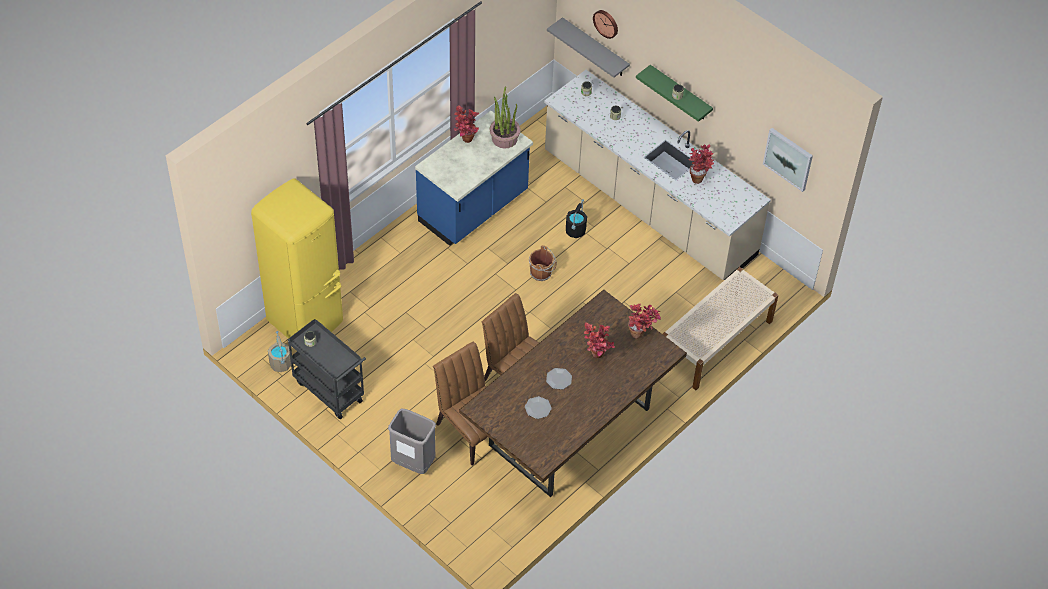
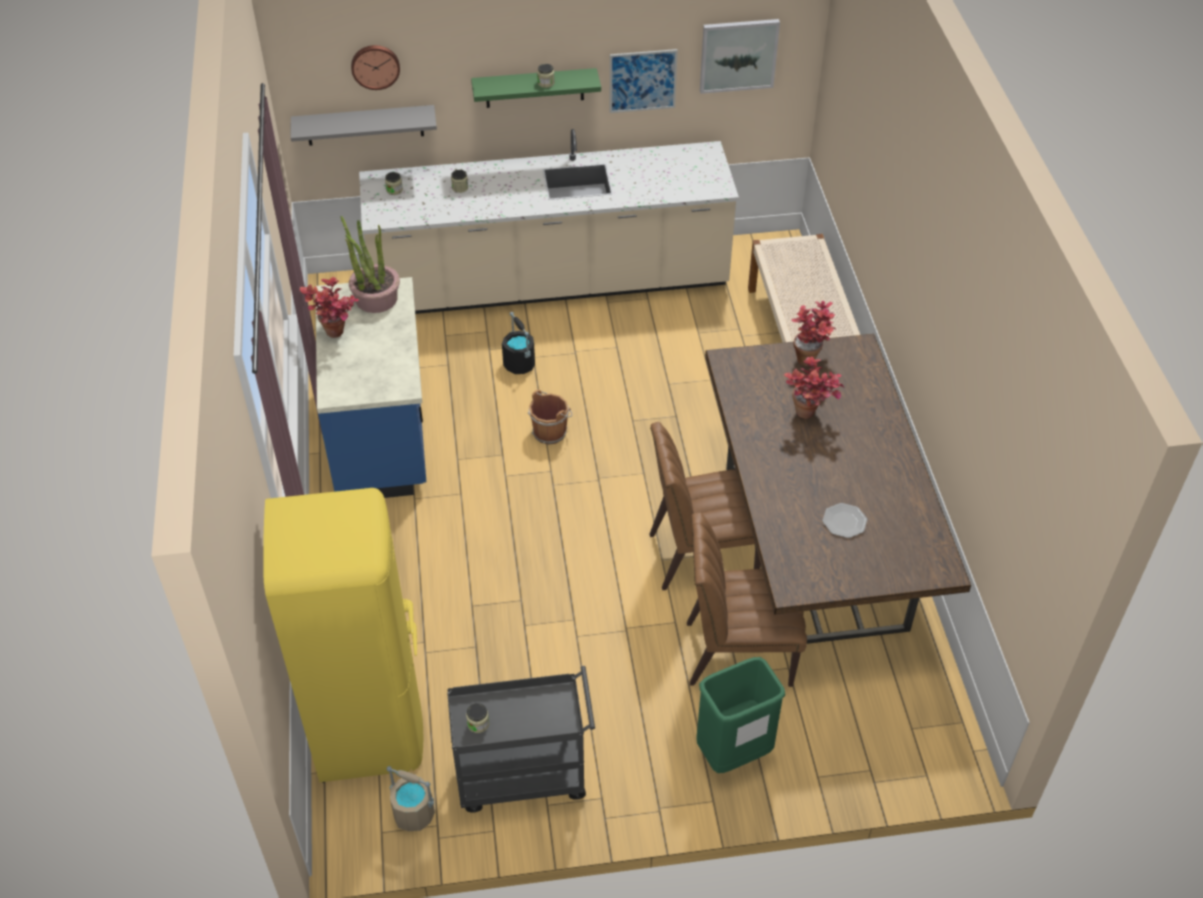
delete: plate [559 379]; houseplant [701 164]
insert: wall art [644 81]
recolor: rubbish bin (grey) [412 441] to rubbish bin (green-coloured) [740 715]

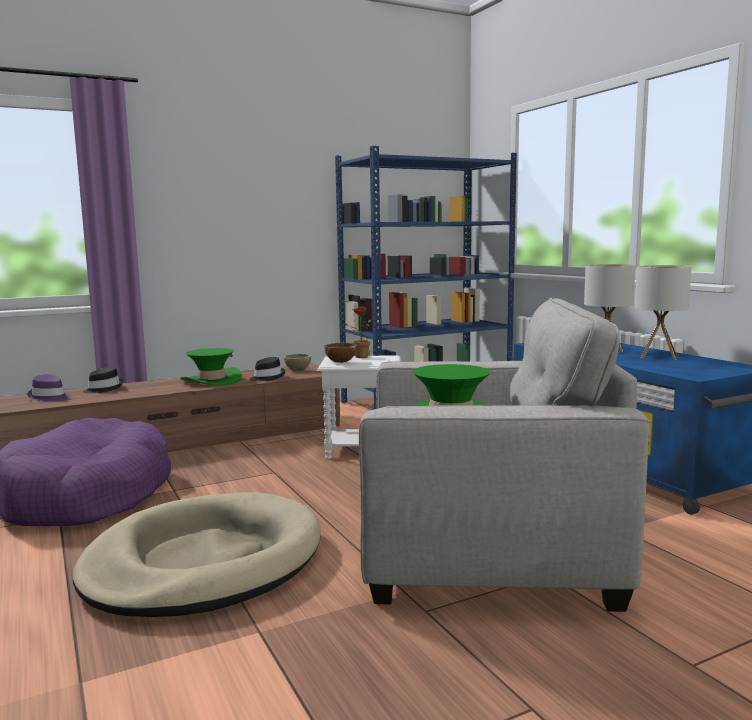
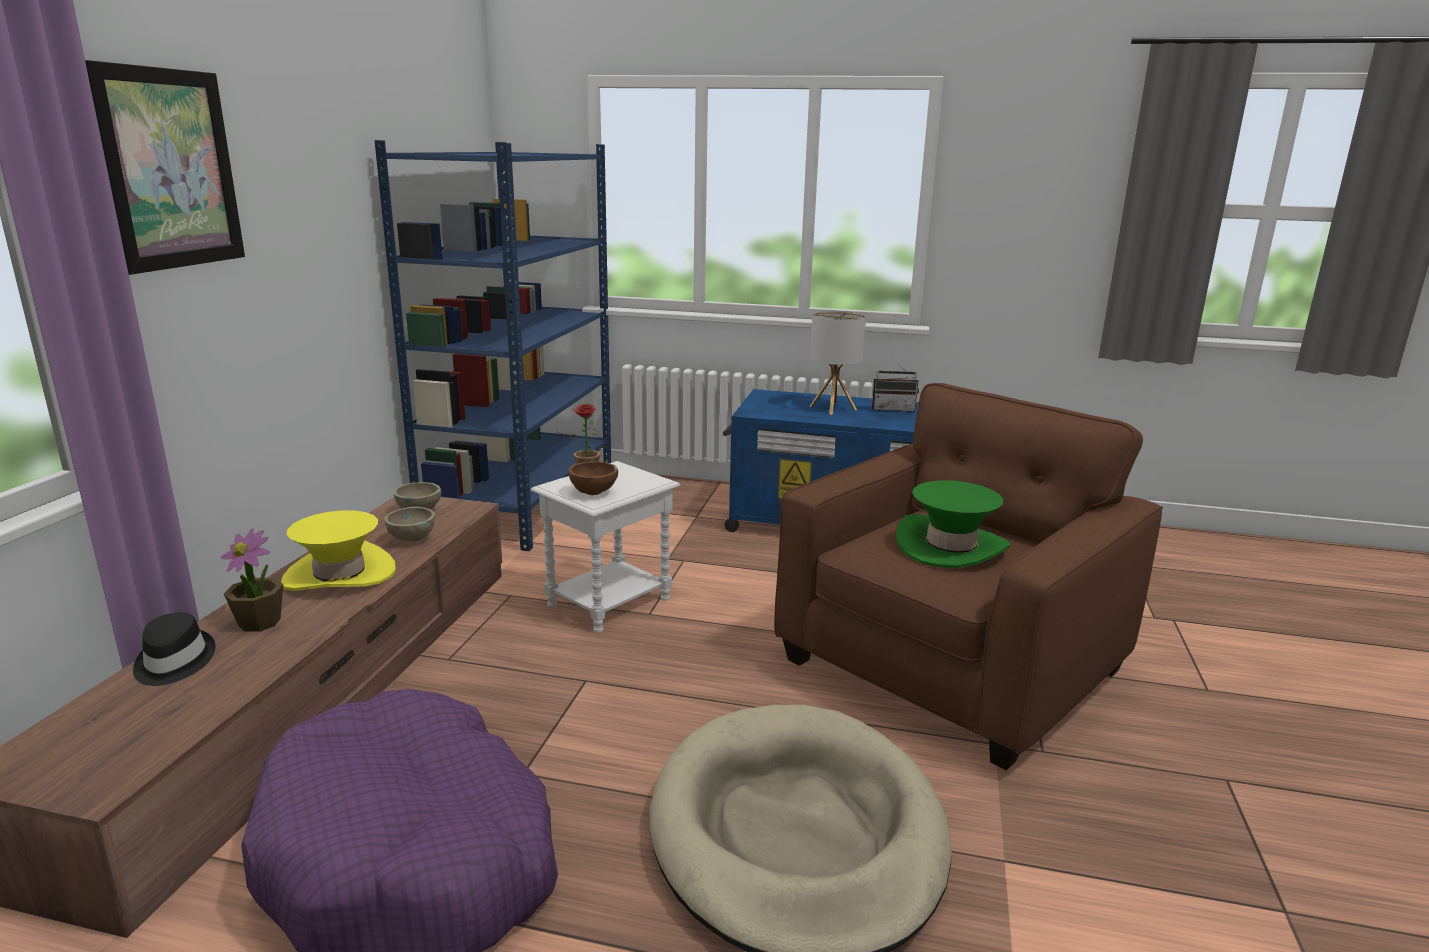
delete: hat (purplish) [48 387]
insert: wall art [165 167]; houseplant [252 580]
replace: hat (black-coloured) [267 369] to deep dish (beige-coloured) [410 524]; lamp for a table [663 312] to radio set [895 384]
recolor: hat (green-coloured) [211 367] to hat (yellow) [338 550]; armchair (grey) [504 455] to armchair (brown-coloured) [968 576]

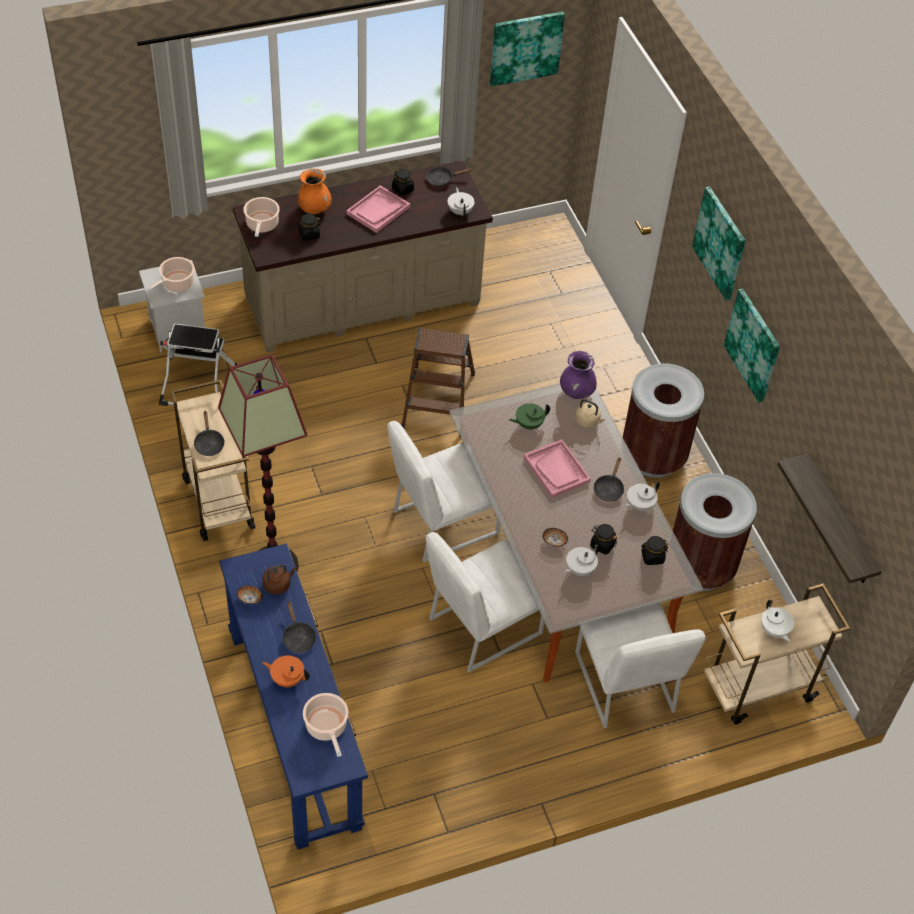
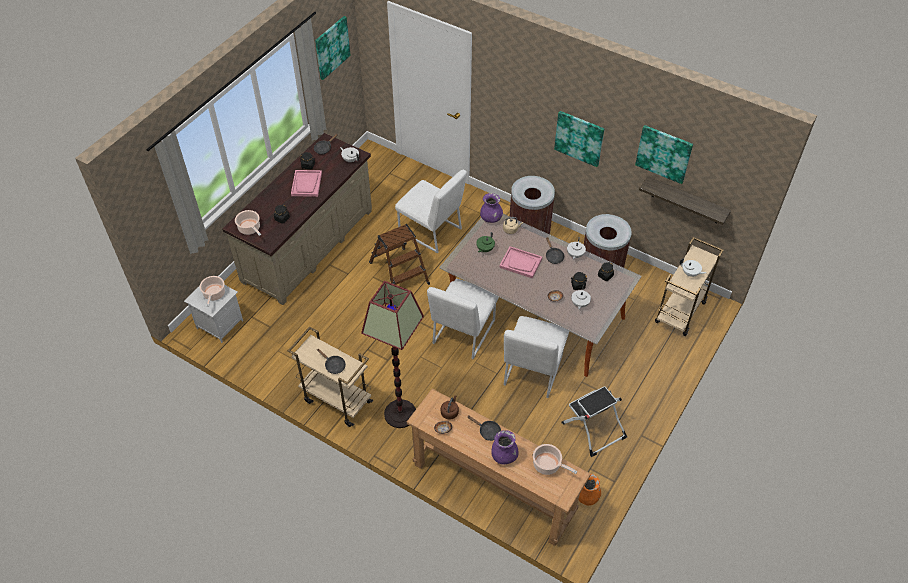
move: step ladder [198 365] to [594 421]; vase (orangey) [314 191] to [589 489]; upright chair (white) [640 665] to [431 211]; wall art [719 243] to [664 154]
replace: pot for tea (orangey) [286 671] to vase (purplish) [505 447]
recolor: console table (blue-coloured) [293 696] to console table (brown-coloured) [499 467]

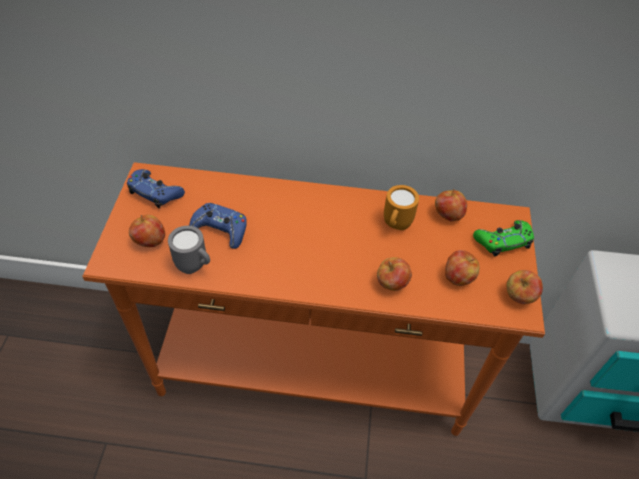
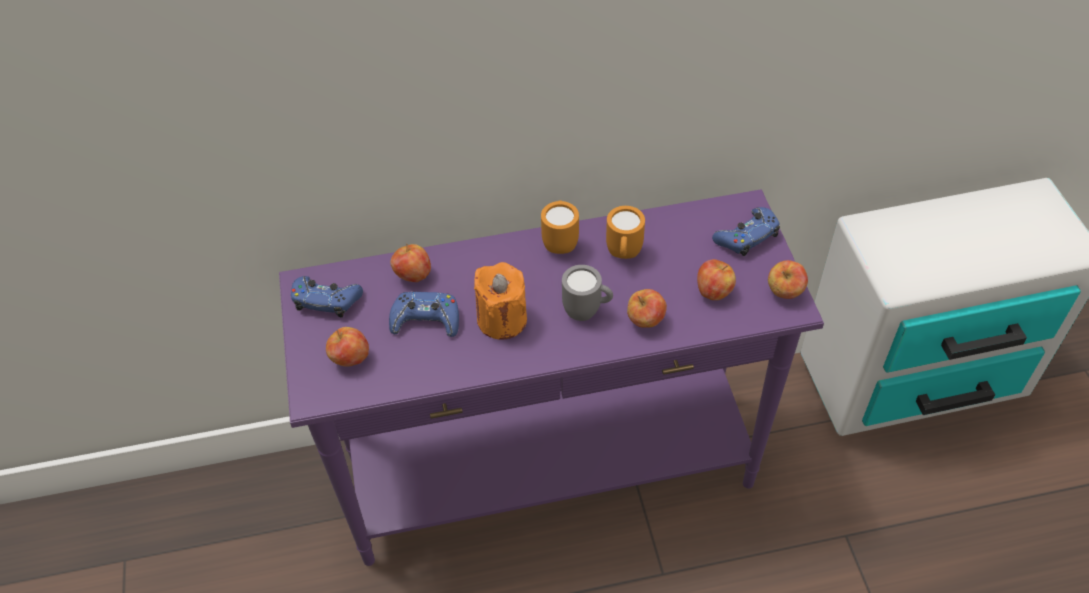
insert: wax candle (orangey) [500 301]; tea mug (orangey) [560 227]
move: tea mug (grey) [189 250] to [587 293]; whole apple [451 205] to [410 263]
recolor: console table (orangey) [313 299] to console table (purplish) [551 378]; gamepad (green-coloured) [503 238] to gamepad (blue-coloured) [746 231]

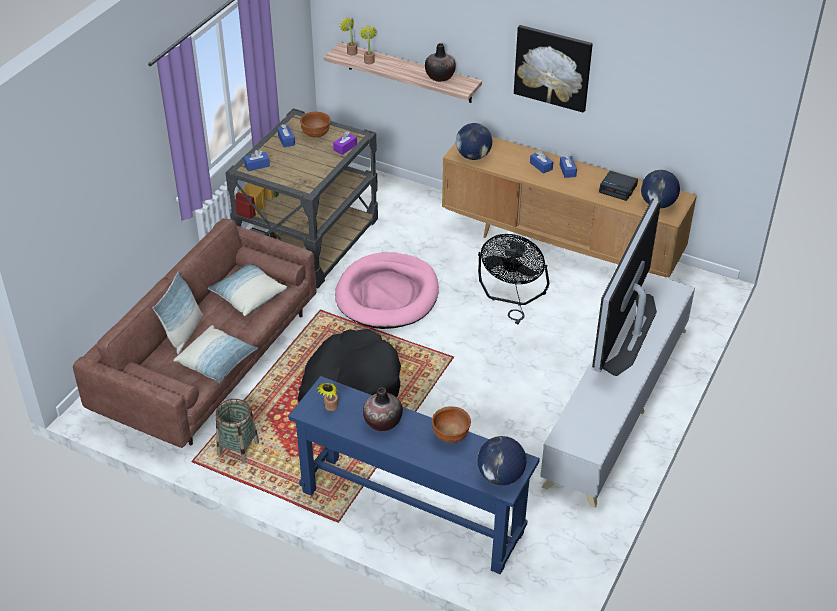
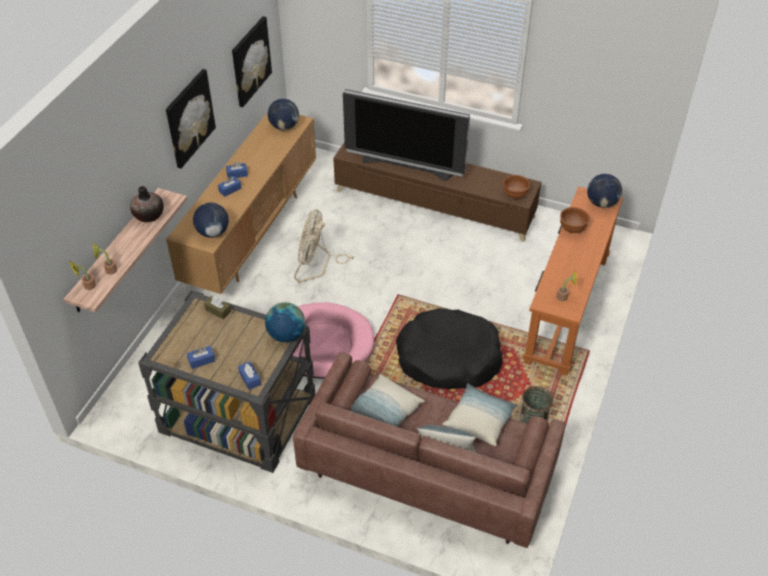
delete: vase [383 409]; bedside clock [618 186]
insert: wall art [252 61]; globe [285 322]
move: deep dish (brown-coloured) [315 124] to [516 187]
recolor: console table (blue-coloured) [414 475] to console table (orangey) [573 281]; box of tissues (purplish) [345 143] to box of tissues (brown-coloured) [217 307]; fan (black-coloured) [514 279] to fan (beige-coloured) [324 246]; tv unit (white) [617 390] to tv unit (brown-coloured) [437 192]

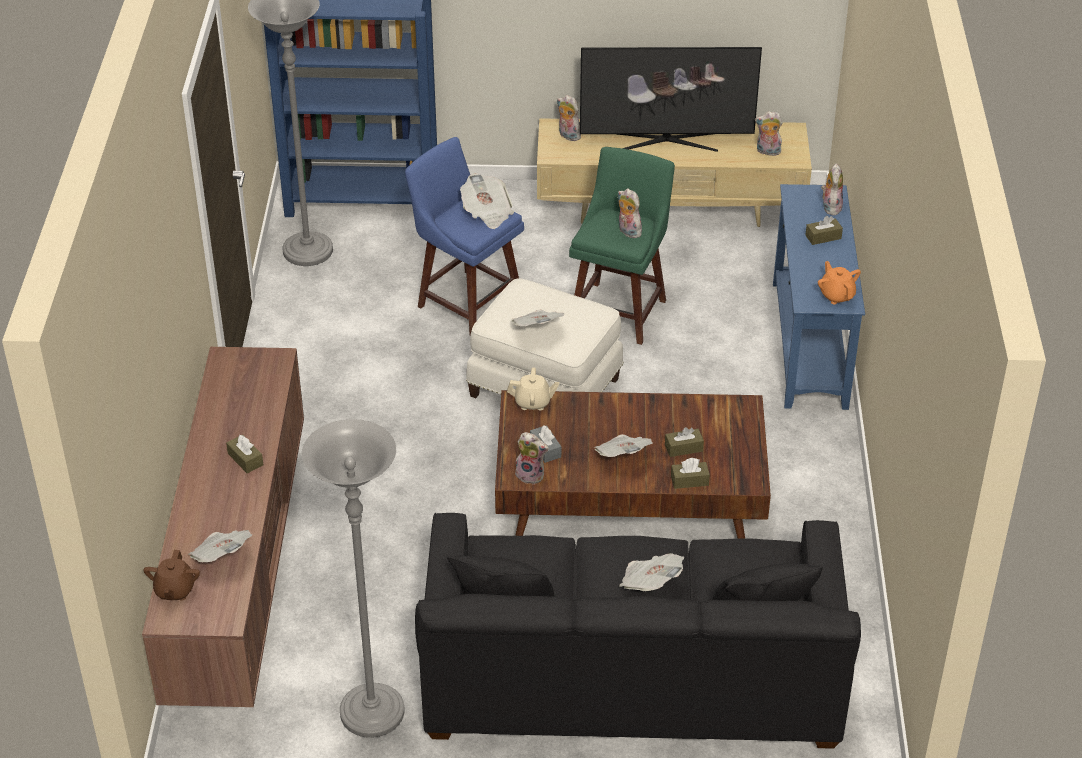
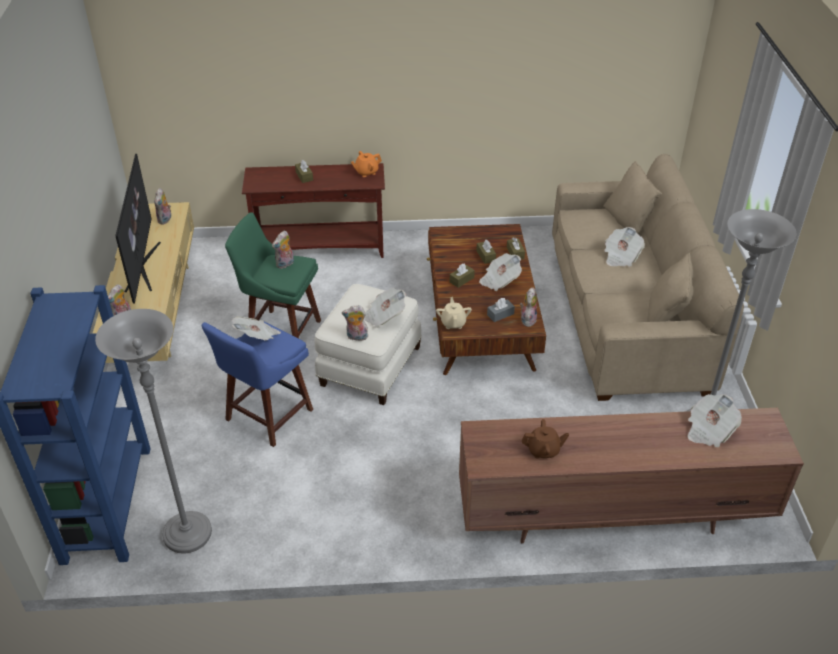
move: pot for tea (brown-coloured) [171 575] to [545 438]; box of tissues (brown-coloured) [244 454] to [462 276]; cuddly toy [832 189] to [355 323]
recolor: settee (black-coloured) [638 631] to settee (beige-coloured) [648 277]; console table (blue-coloured) [819 297] to console table (brown-coloured) [313 210]

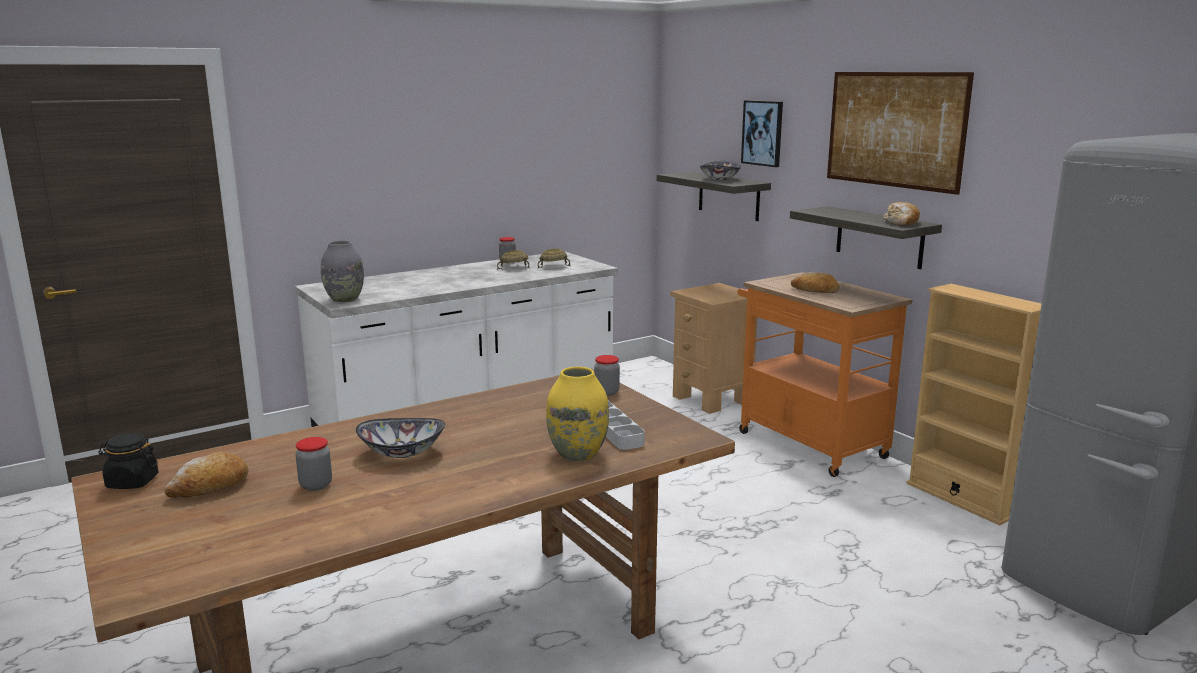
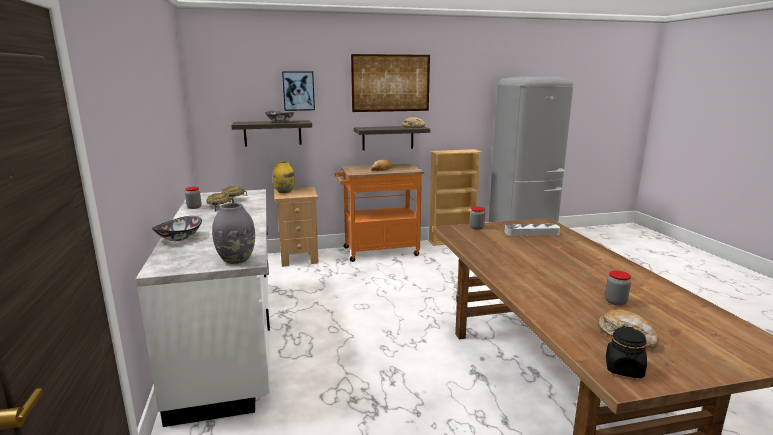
move: deep dish [400 438] to [177 228]; vase (yellow) [577 414] to [284 177]

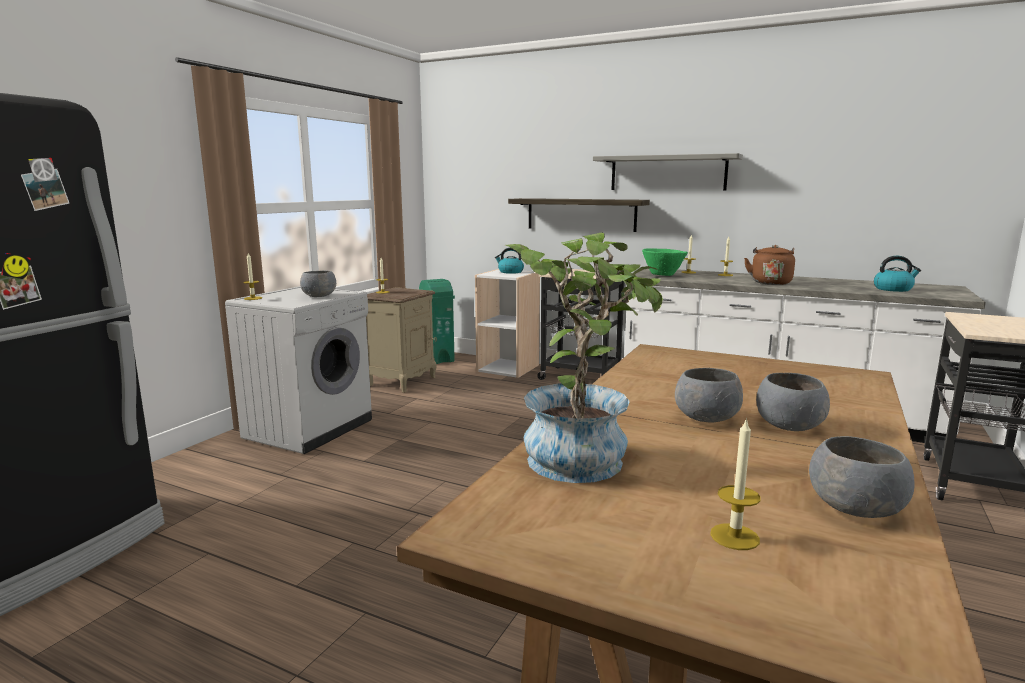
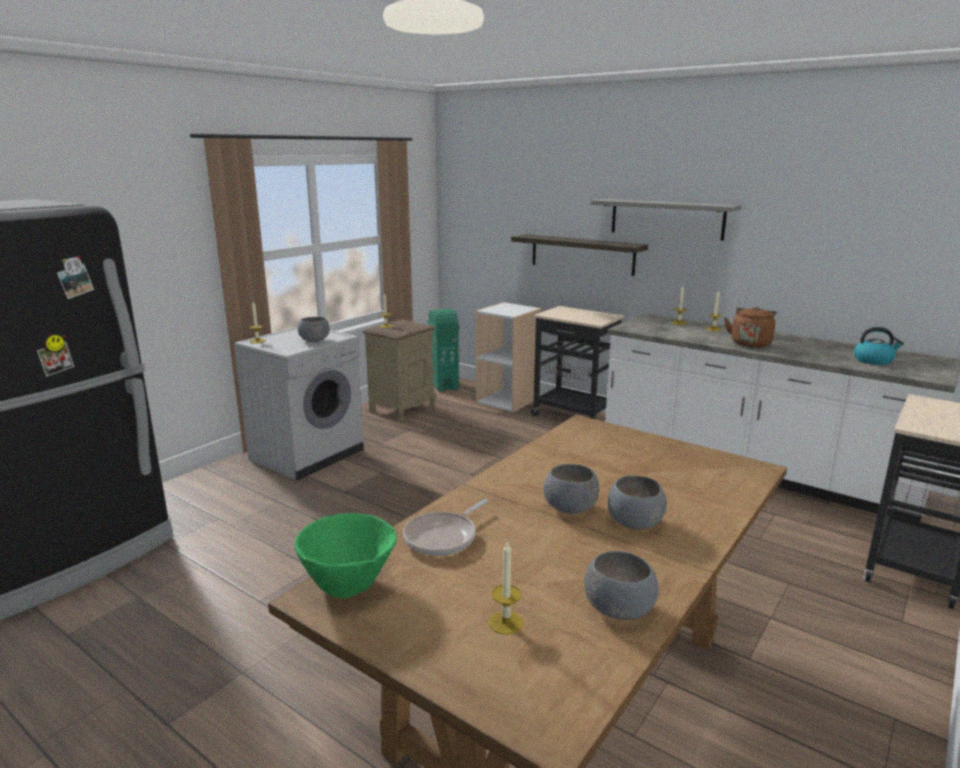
delete: tea kettle [509 260]
move: deep dish (green-coloured) [665 262] to [345 555]
replace: houseplant [584 357] to frying pan [445 527]

